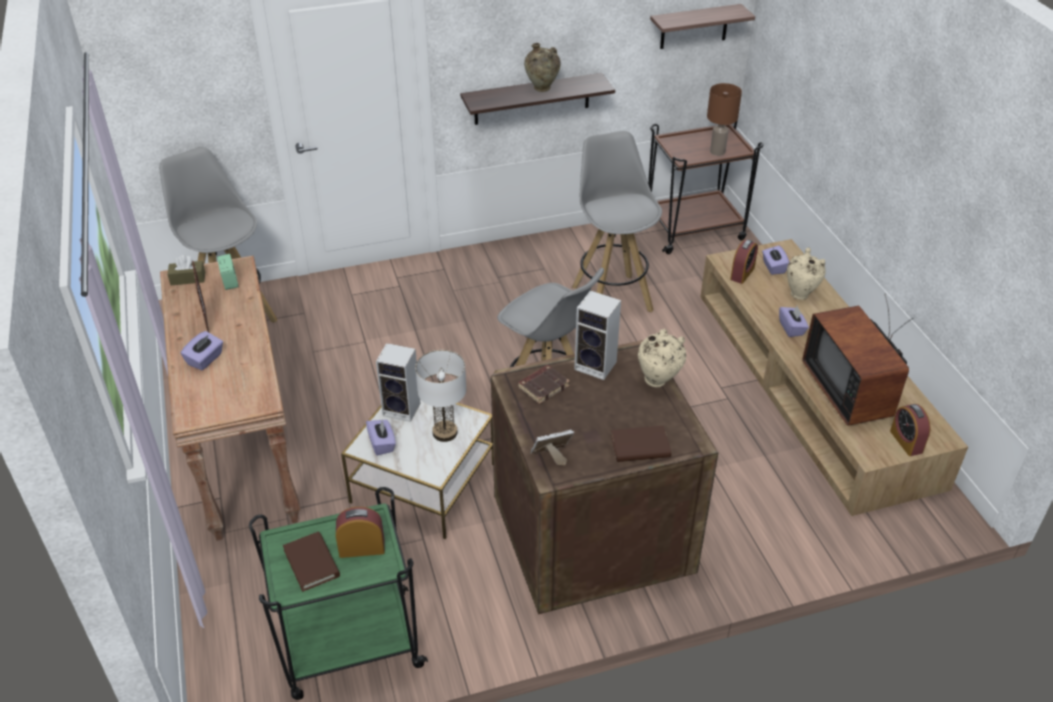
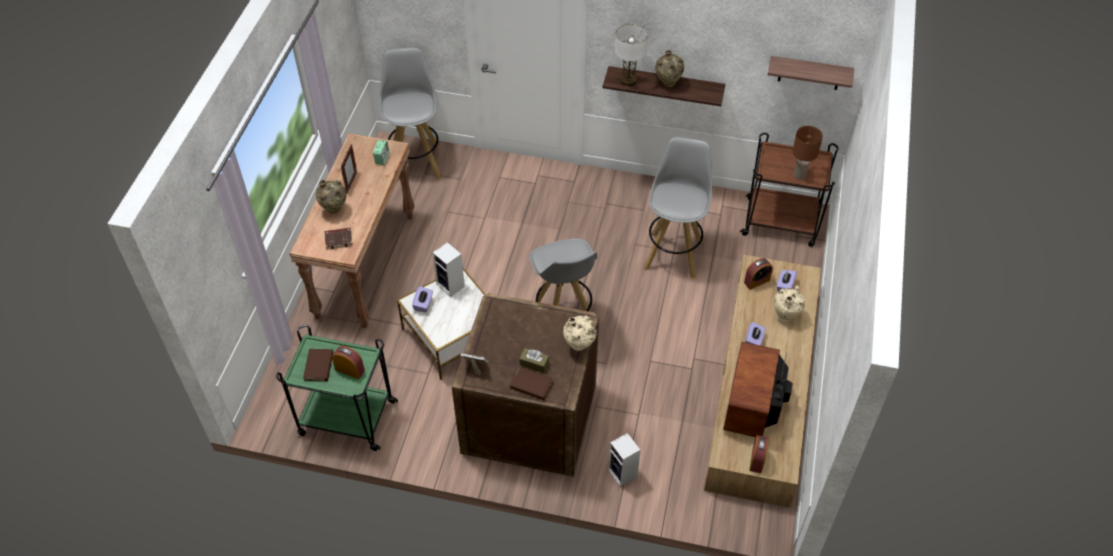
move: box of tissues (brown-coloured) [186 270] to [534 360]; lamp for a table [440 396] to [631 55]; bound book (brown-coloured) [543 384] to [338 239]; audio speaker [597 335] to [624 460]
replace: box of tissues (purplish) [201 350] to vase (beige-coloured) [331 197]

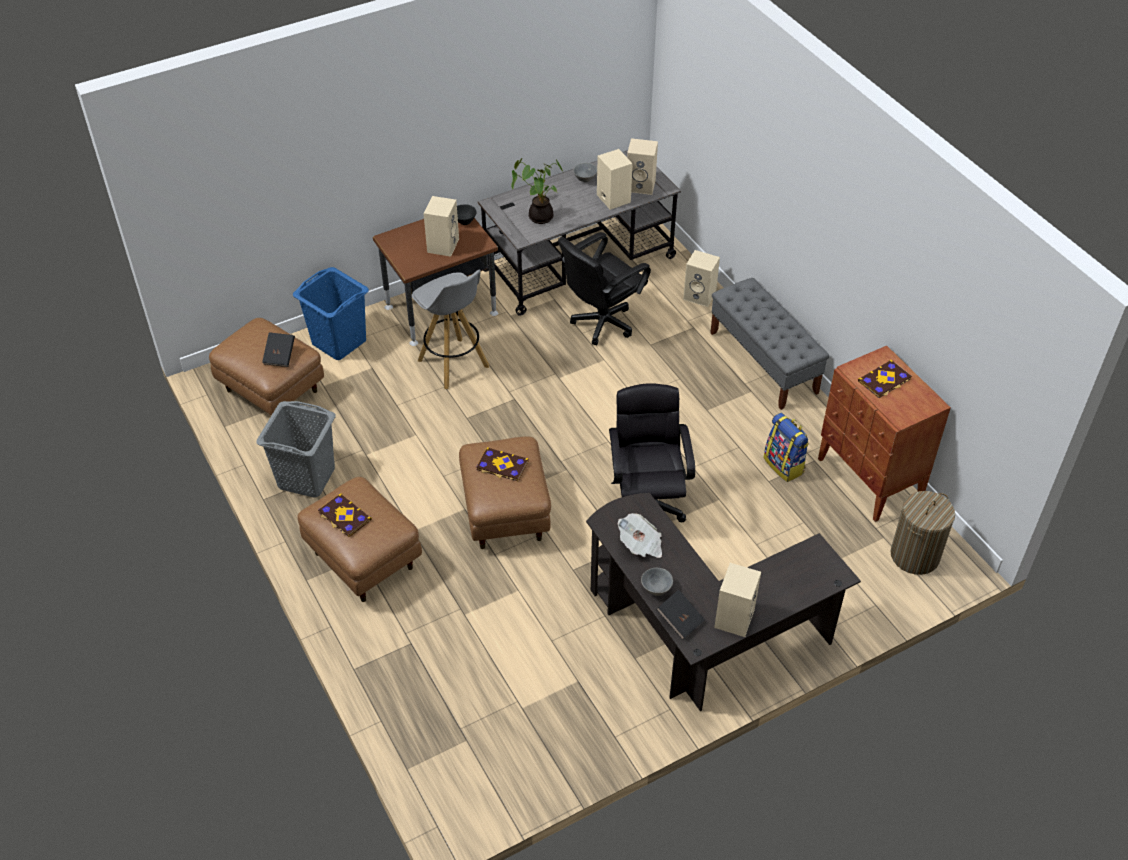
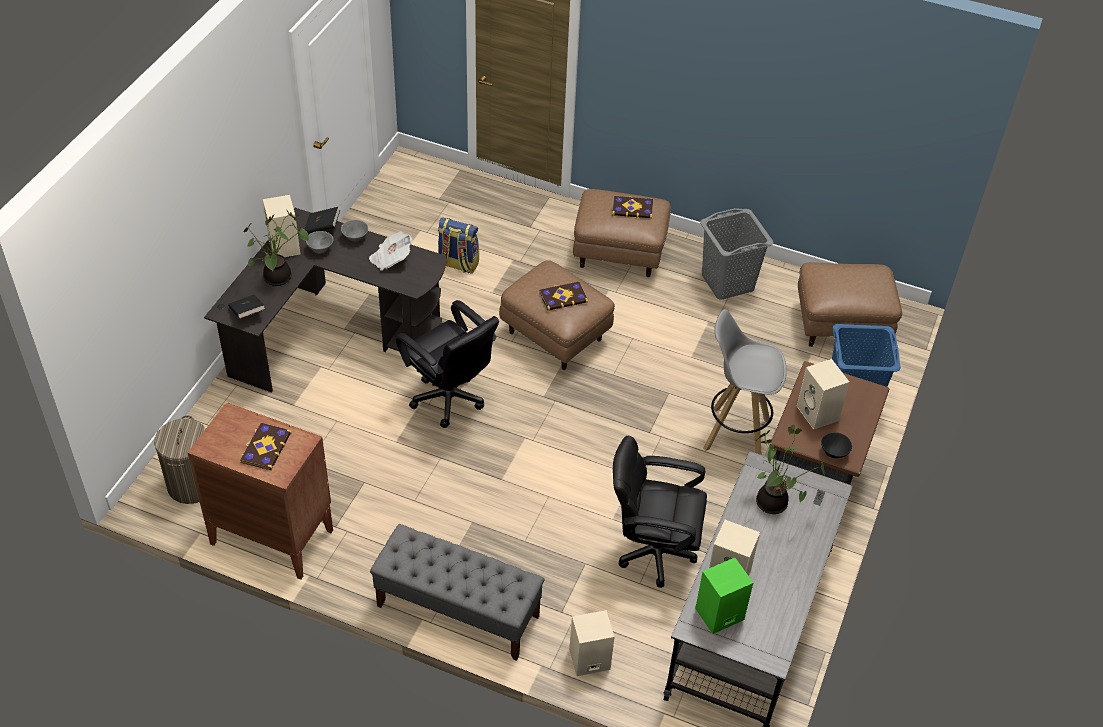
insert: houseplant [276 248]
move: bound book (black-coloured) [278 349] to [247 307]; deep dish (grey) [585 172] to [320 242]; rucksack [786 447] to [458 245]
recolor: audio speaker (beige-coloured) [642 166] to audio speaker (green-coloured) [724 596]
rotate: desk chair (black-coloured) [604 288] = [660 512] 90 degrees counterclockwise

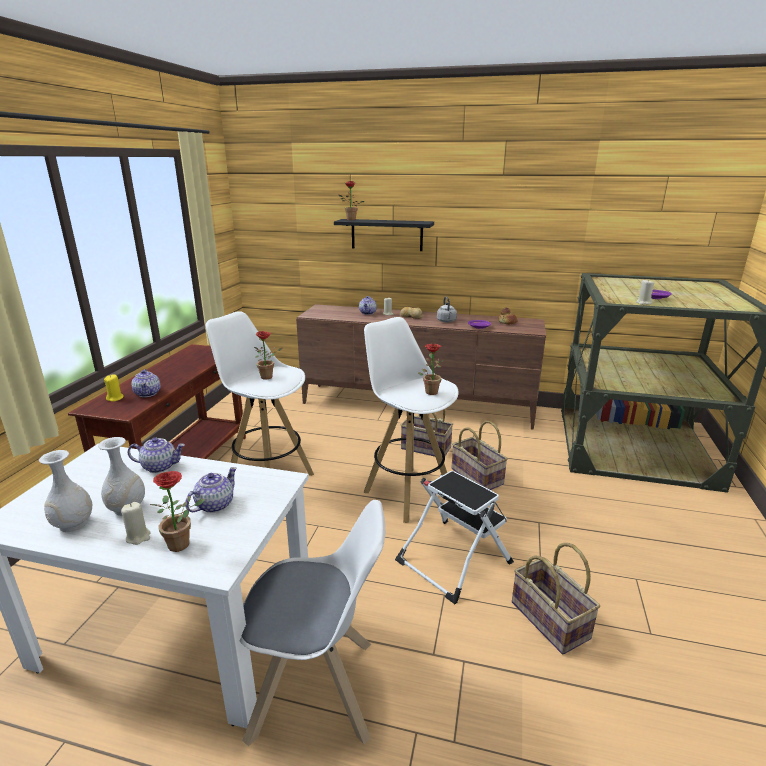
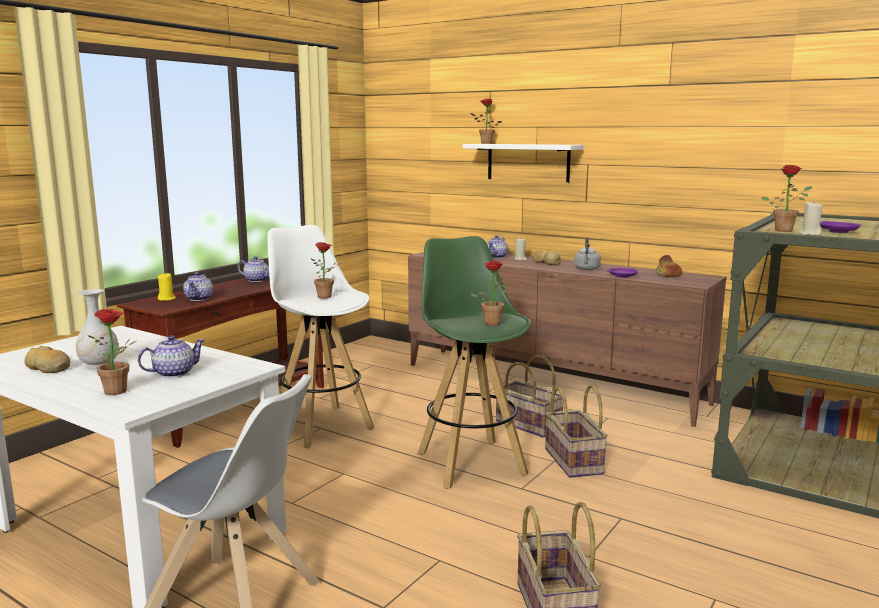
delete: wax candle (beige-coloured) [135 523]; step ladder [454 537]
insert: houseplant [786 198]
move: pot for tea [156 455] to [253 269]
replace: vase (white) [65 491] to baked bread [47 359]
recolor: shelf (black-coloured) [384 235] to shelf (white) [523 163]; sitting stool (white) [411 420] to sitting stool (green-coloured) [474 362]

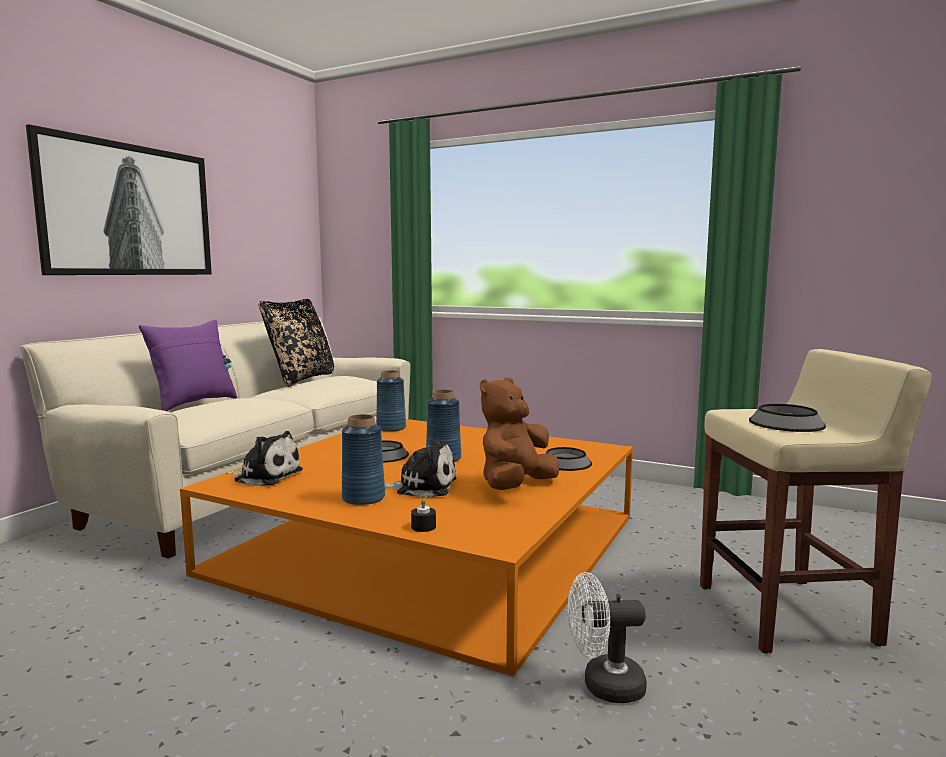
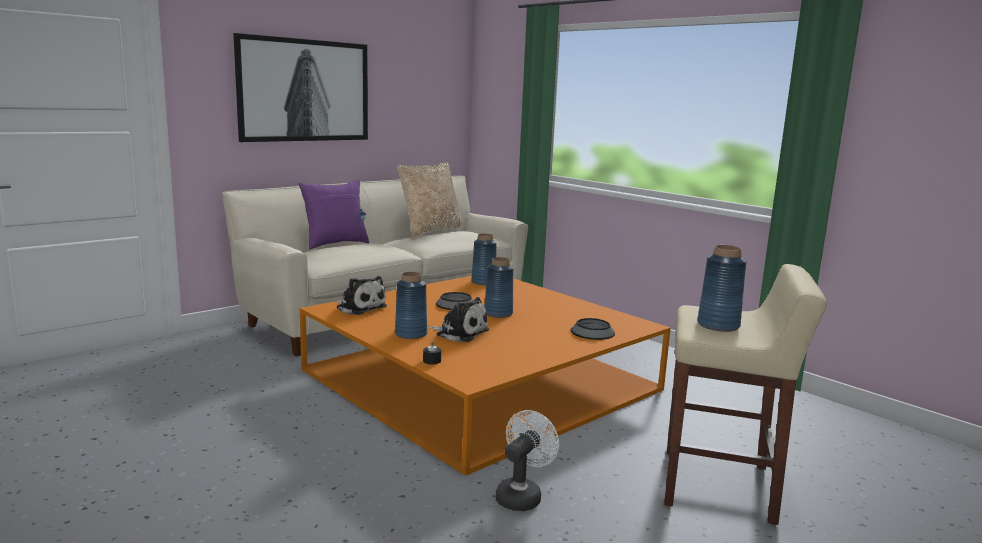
delete: cuddly toy (brown-coloured) [519 433]
replace: deep dish [787 418] to vase (blue-coloured) [722 288]
recolor: cushion (black-coloured) [296 343] to cushion (beige-coloured) [429 200]
rotate: fan (white) [607 637] = [527 460] 105 degrees clockwise

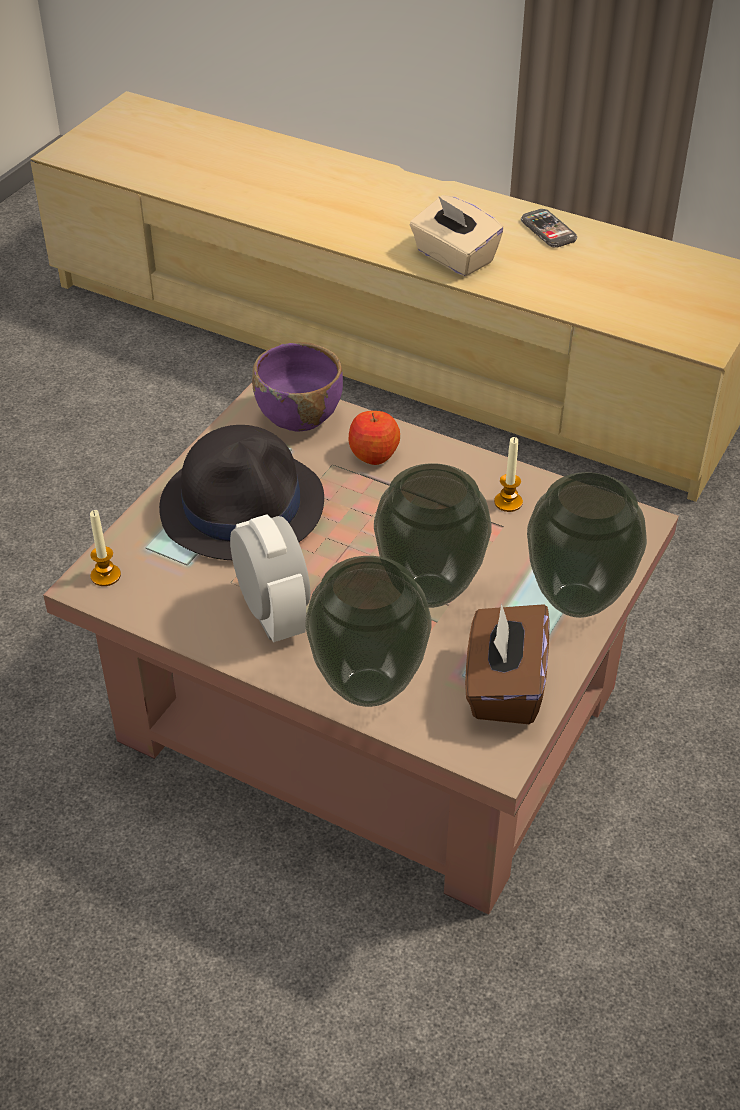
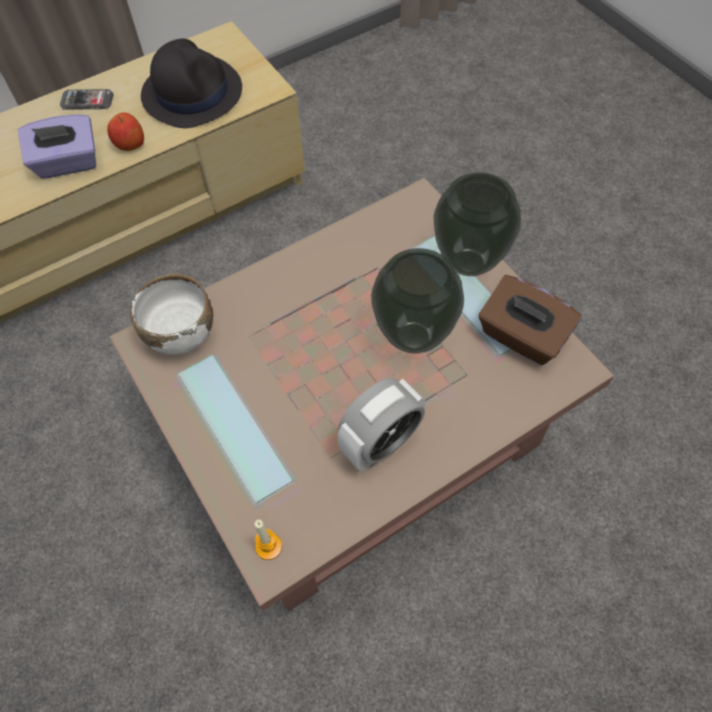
delete: vase [368 631]; wax candle [508 474]
move: hat (black-coloured) [241 492] to [191 83]; whole apple [374 438] to [125 131]
recolor: deep dish (purplish) [297 387] to deep dish (white) [171 314]; box of tissues (beige-coloured) [457 236] to box of tissues (purplish) [57 146]
rotate: bedside clock [270 578] = [381 425] 135 degrees clockwise

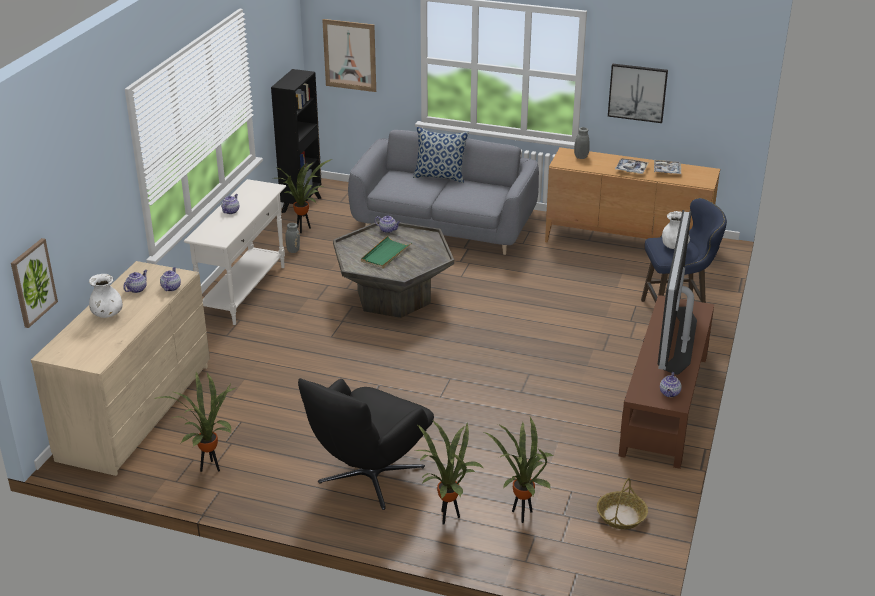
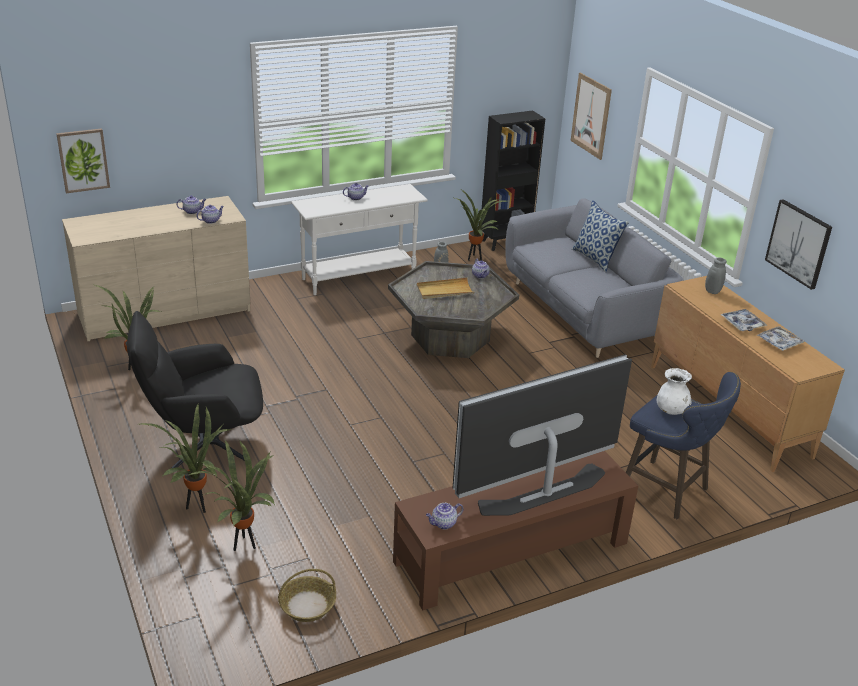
delete: vase (white) [106 296]
recolor: serving tray (green-coloured) [386 252] to serving tray (beige-coloured) [446 288]

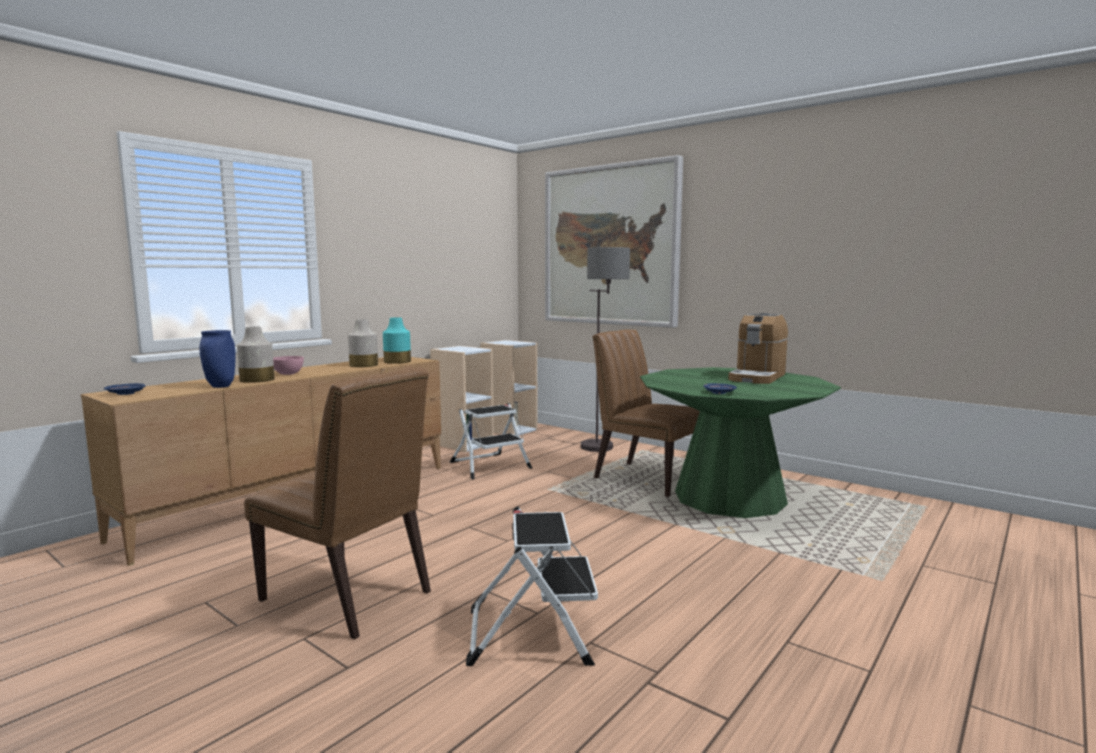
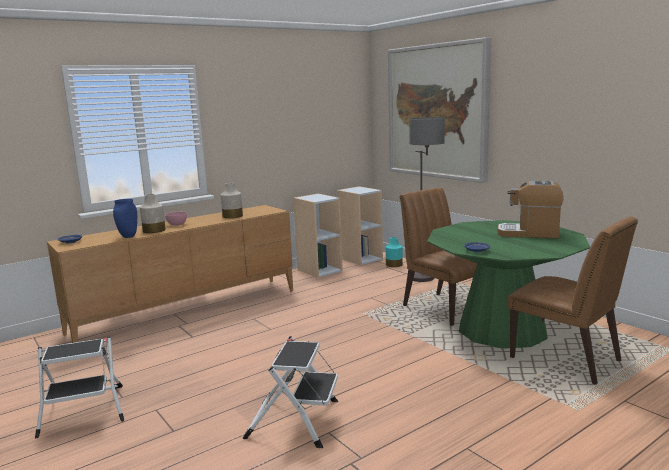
move: upright chair (brown-coloured) [337 503] to [572 300]; vase (blue-green) [397 340] to [394 252]; step ladder [491 441] to [79 387]
rotate: coffee brewer [758 348] = [530 210] 60 degrees clockwise

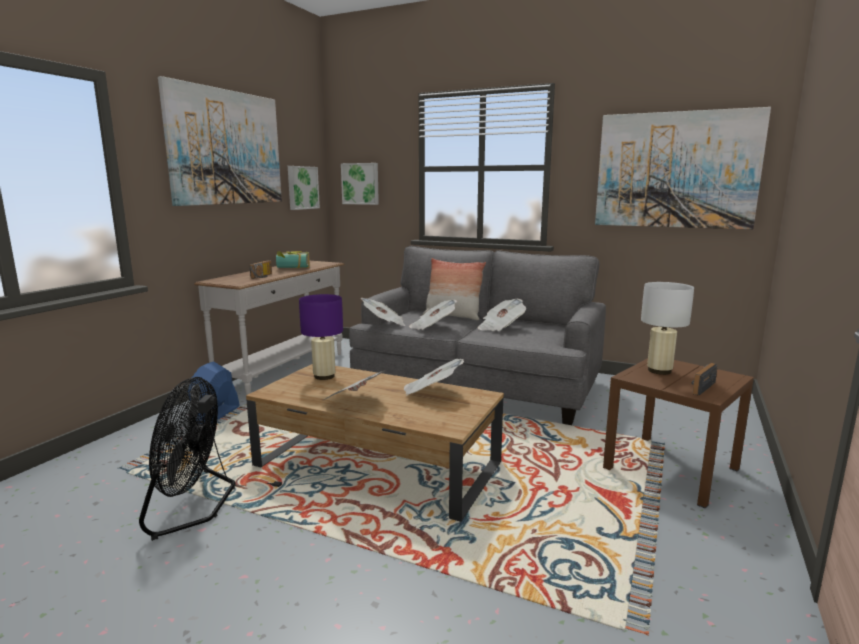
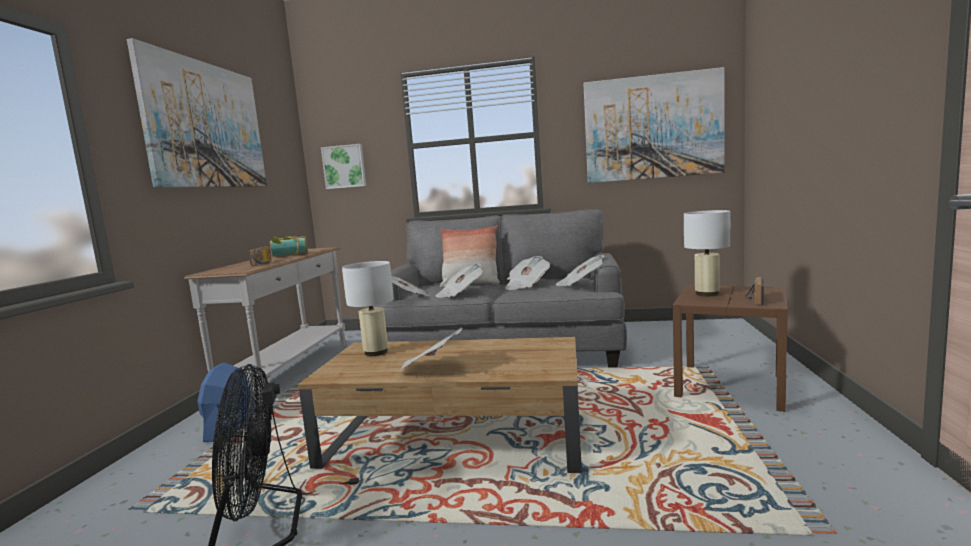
delete: wall art [304 188]
move: newspaper [434 377] to [580 270]
recolor: lamp for a table (purplish) [321 337] to lamp for a table (white) [368 308]

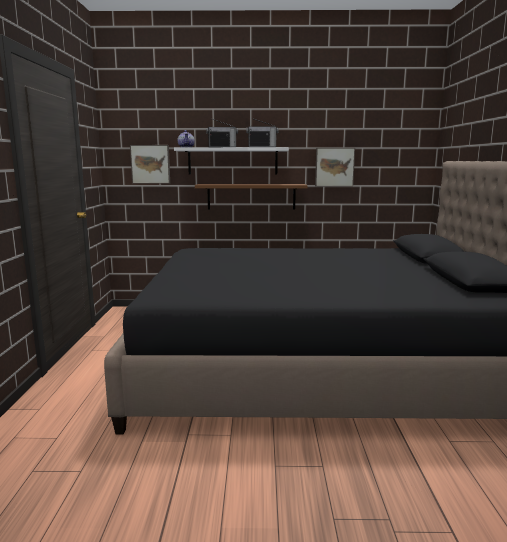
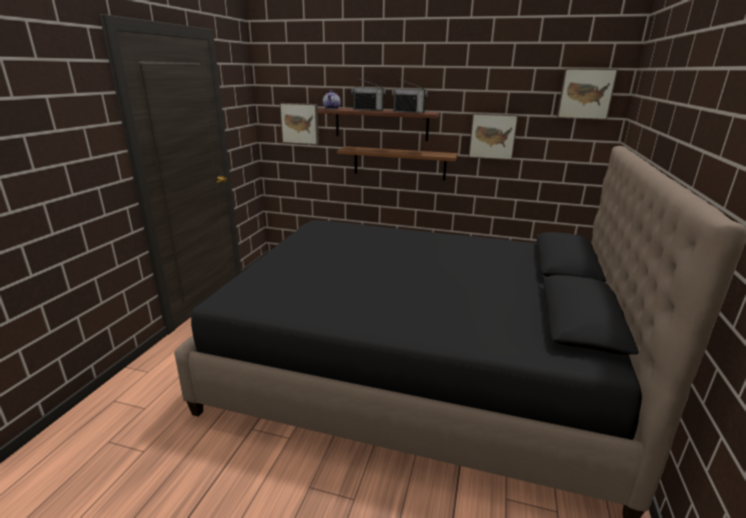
insert: wall art [587 94]
recolor: shelf (white) [231 161] to shelf (brown-coloured) [378 124]

